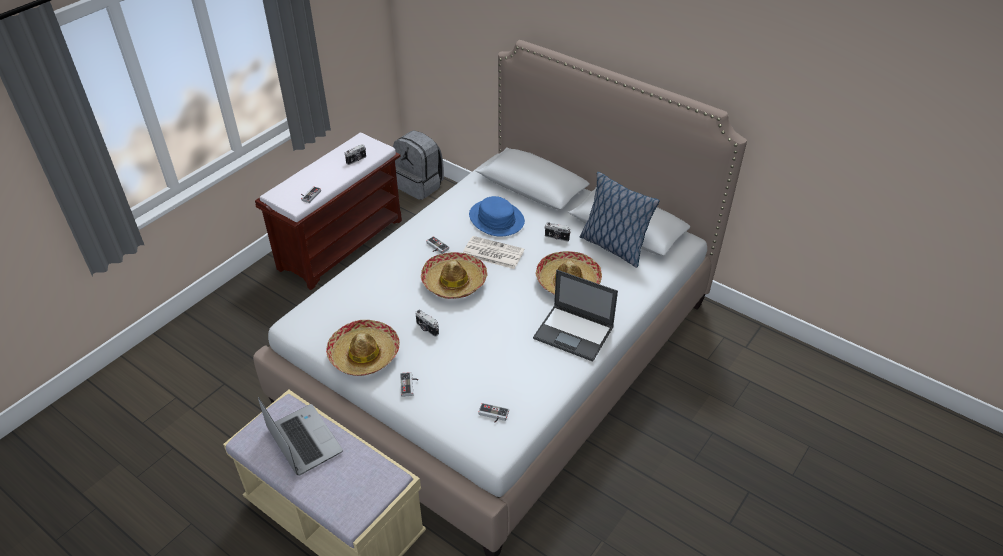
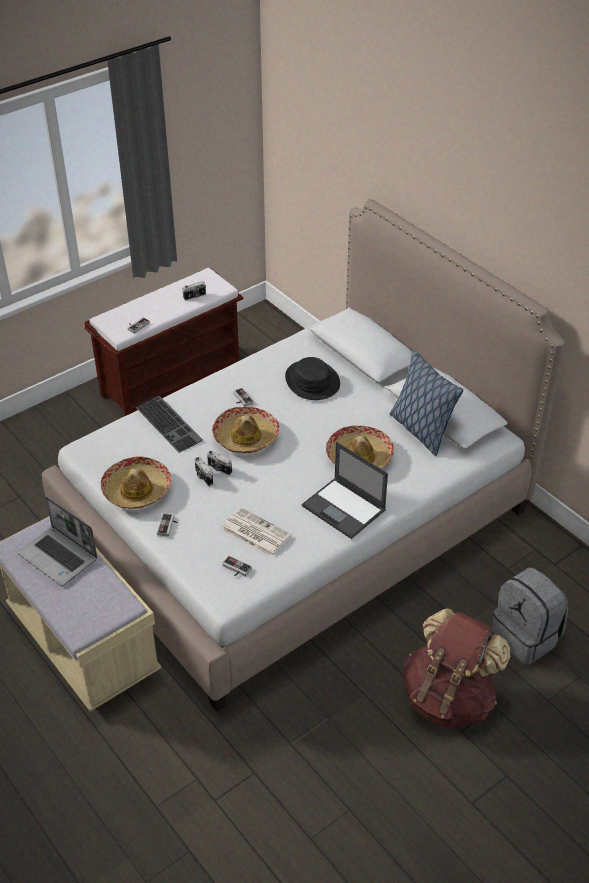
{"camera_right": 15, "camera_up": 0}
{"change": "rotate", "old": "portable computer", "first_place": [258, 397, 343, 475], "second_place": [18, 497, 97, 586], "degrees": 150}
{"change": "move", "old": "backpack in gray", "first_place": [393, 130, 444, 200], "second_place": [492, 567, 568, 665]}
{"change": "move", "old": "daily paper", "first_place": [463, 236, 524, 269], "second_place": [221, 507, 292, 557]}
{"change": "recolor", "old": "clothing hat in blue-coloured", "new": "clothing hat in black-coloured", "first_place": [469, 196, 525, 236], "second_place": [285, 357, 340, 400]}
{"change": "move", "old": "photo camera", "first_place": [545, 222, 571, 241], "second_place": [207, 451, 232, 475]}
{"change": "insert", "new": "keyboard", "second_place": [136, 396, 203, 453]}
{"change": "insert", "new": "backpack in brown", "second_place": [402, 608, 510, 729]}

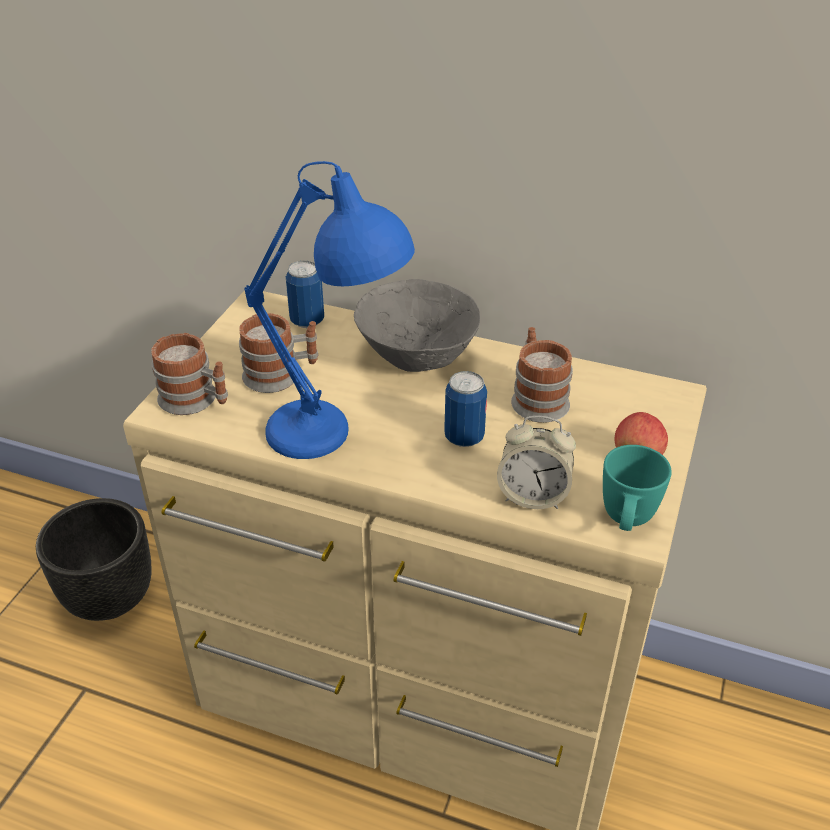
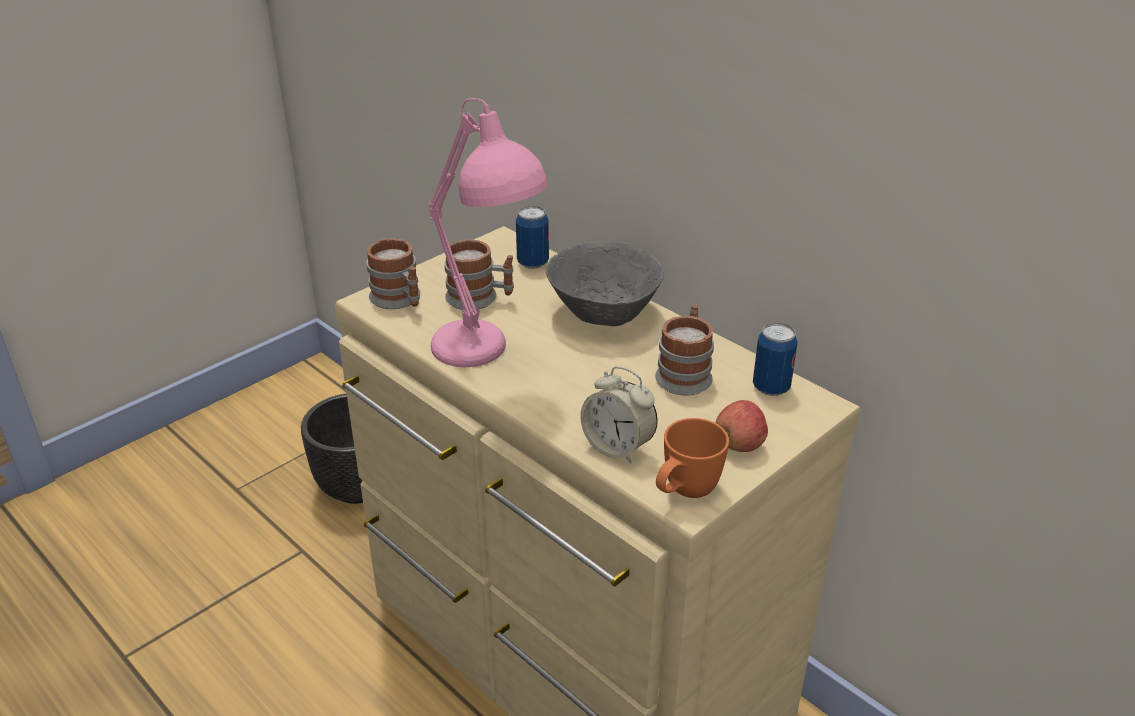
{"camera_right": 25, "camera_up": -5}
{"change": "recolor", "old": "lamp for a table in blue-coloured", "new": "lamp for a table in pink-coloured", "first_place": [244, 161, 415, 459], "second_place": [428, 98, 548, 367]}
{"change": "move", "old": "sealed can", "first_place": [444, 371, 487, 447], "second_place": [753, 323, 798, 396]}
{"change": "recolor", "old": "mug in turquoise-coloured", "new": "mug in orangey", "first_place": [603, 445, 672, 531], "second_place": [656, 418, 729, 498]}

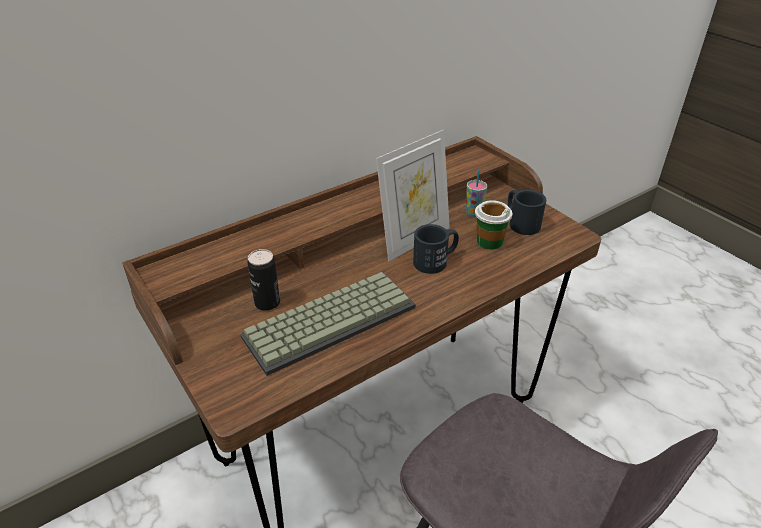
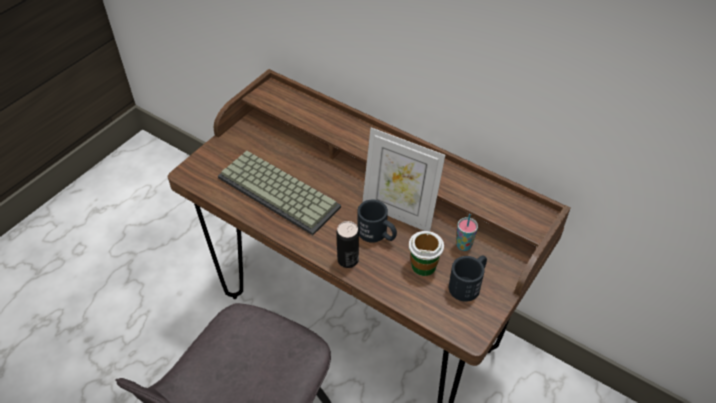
{"camera_right": 70, "camera_up": 10}
{"change": "move", "old": "sealed can", "first_place": [247, 249, 280, 311], "second_place": [336, 221, 359, 268]}

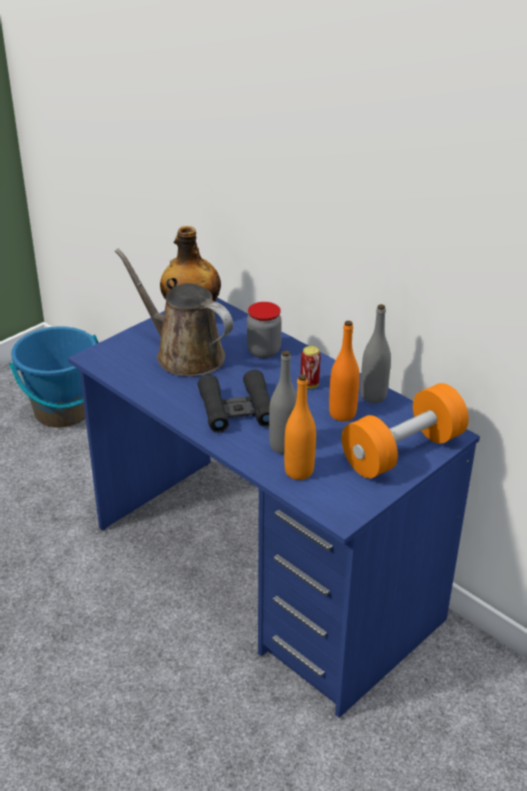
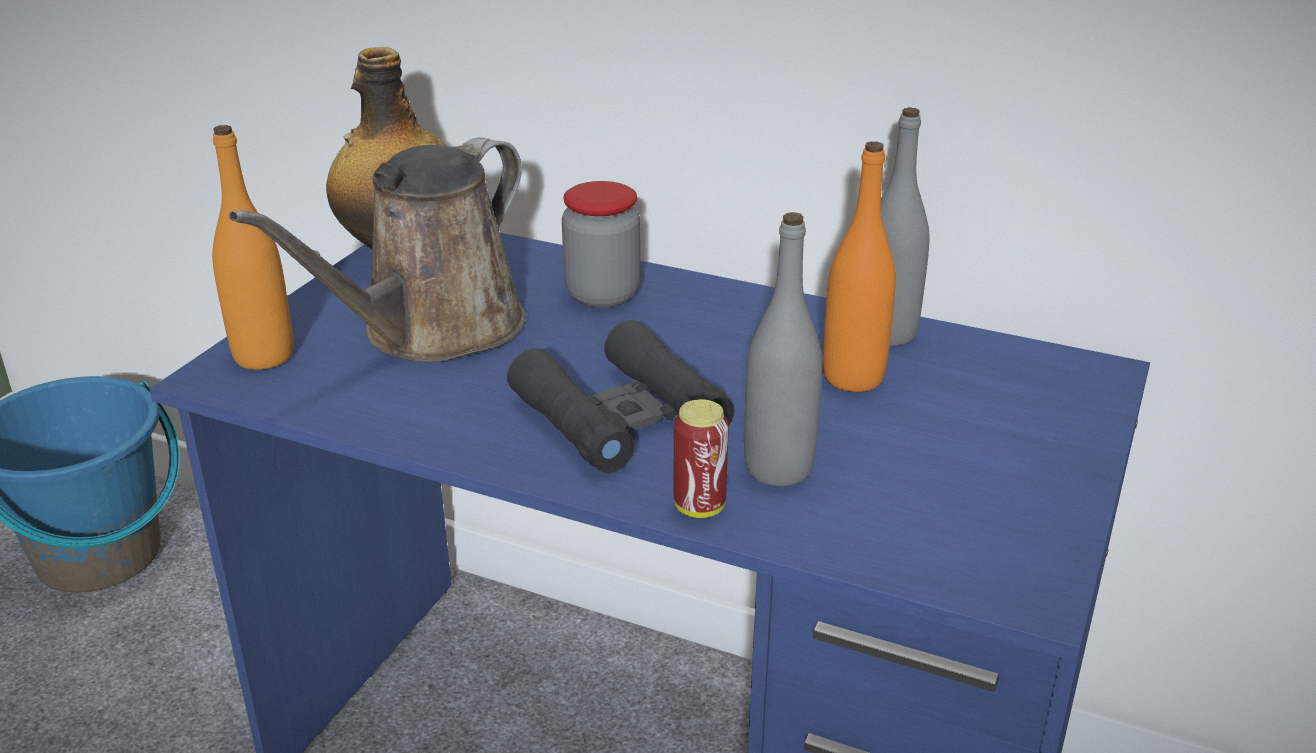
{"camera_right": -20, "camera_up": -5}
{"change": "rotate", "old": "watering pot in brown", "first_place": [115, 248, 233, 377], "second_place": [229, 138, 525, 362], "degrees": -75}
{"change": "move", "old": "beverage bottle in orangey", "first_place": [284, 374, 316, 480], "second_place": [212, 125, 293, 370]}
{"change": "move", "old": "sealed can", "first_place": [300, 346, 321, 389], "second_place": [673, 399, 729, 518]}
{"change": "delete", "old": "free weight in orangey", "first_place": [342, 383, 469, 478]}

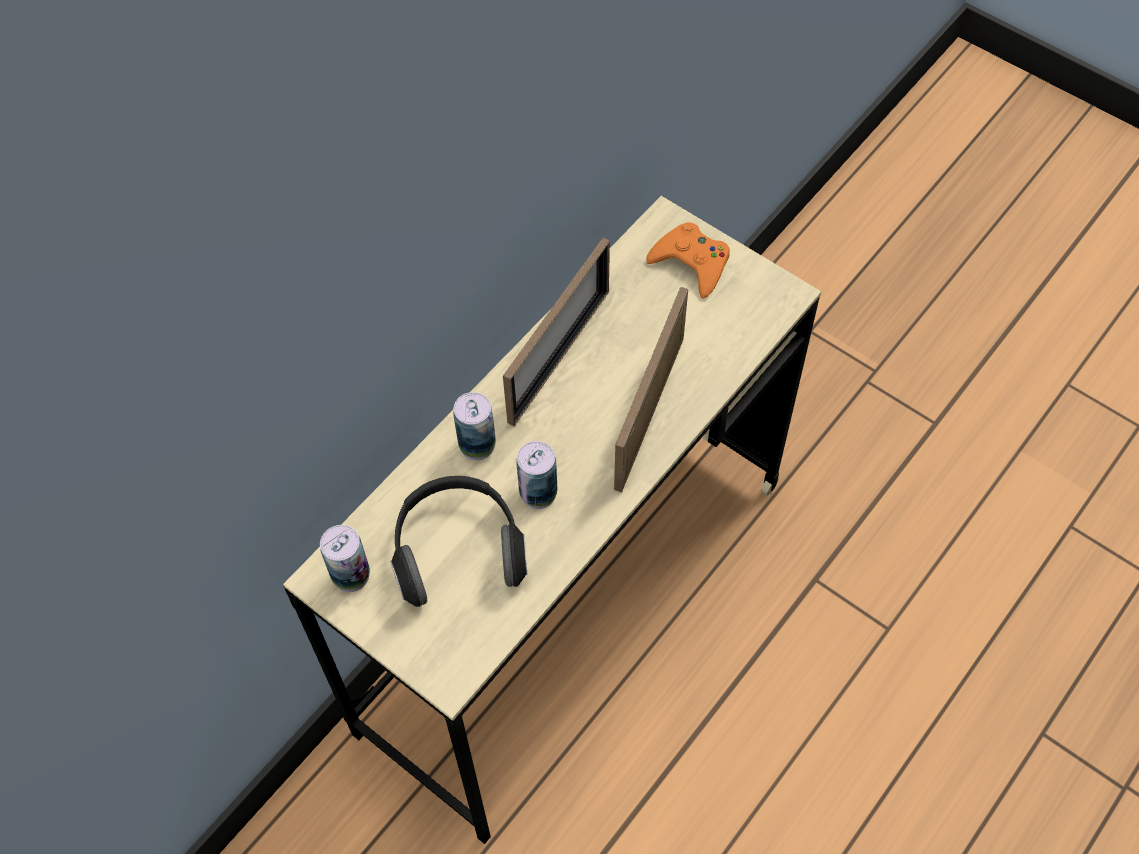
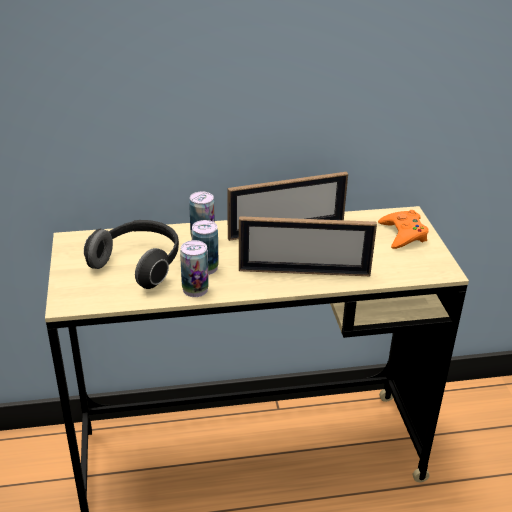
{"camera_right": 40, "camera_up": -25}
{"change": "move", "old": "sealed can", "first_place": [320, 525, 370, 592], "second_place": [180, 240, 209, 297]}
{"change": "rotate", "old": "standing frame", "first_place": [614, 287, 688, 492], "second_place": [239, 216, 377, 276], "degrees": -150}

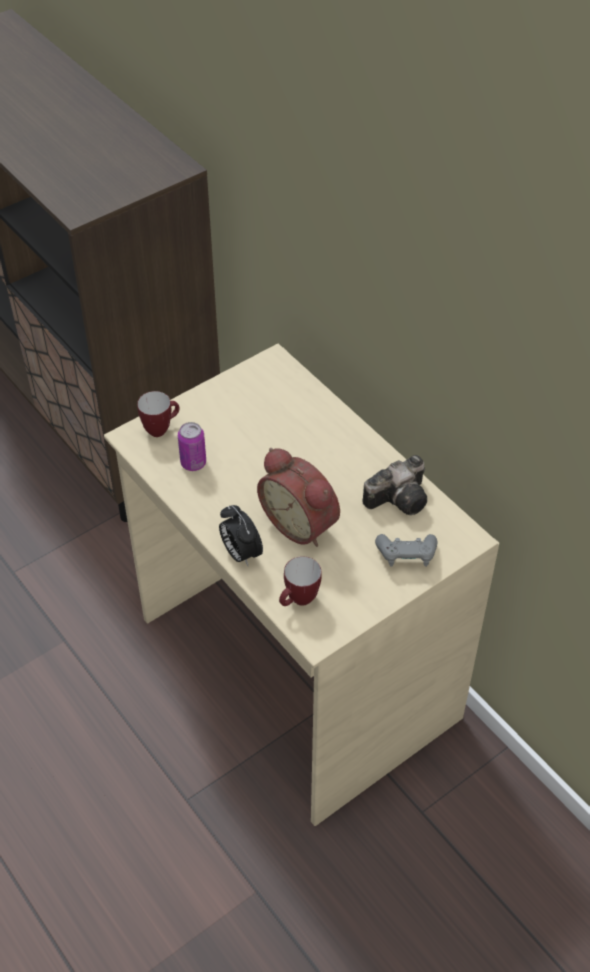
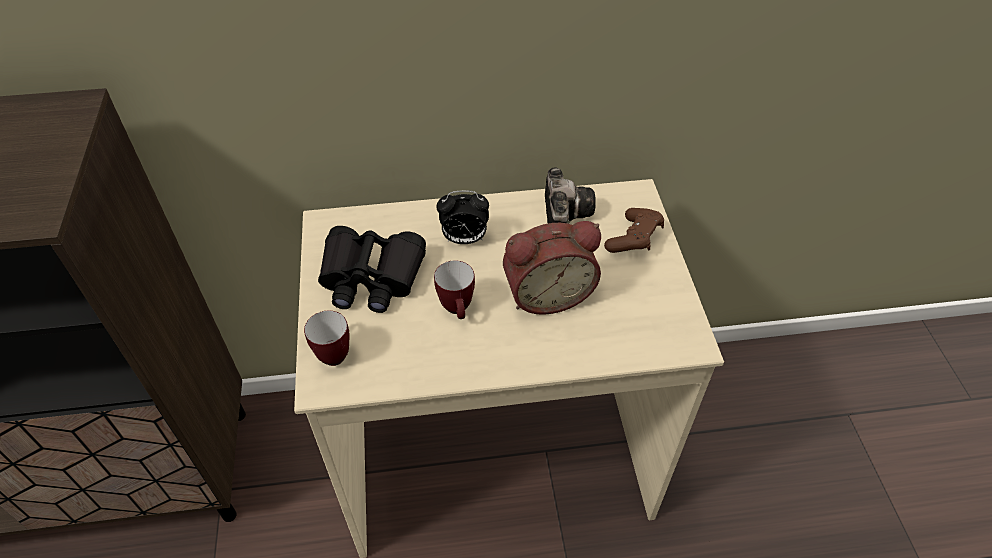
{"camera_right": -60, "camera_up": 0}
{"change": "delete", "old": "sealed can", "first_place": [178, 422, 206, 471]}
{"change": "move", "old": "table clock", "first_place": [219, 505, 263, 566], "second_place": [437, 190, 489, 244]}
{"change": "move", "old": "mug", "first_place": [279, 556, 322, 606], "second_place": [434, 260, 475, 319]}
{"change": "recolor", "old": "joypad in gray", "new": "joypad in brown", "first_place": [375, 534, 437, 567], "second_place": [604, 208, 664, 253]}
{"change": "insert", "new": "binoculars in black-coloured", "second_place": [318, 226, 426, 313]}

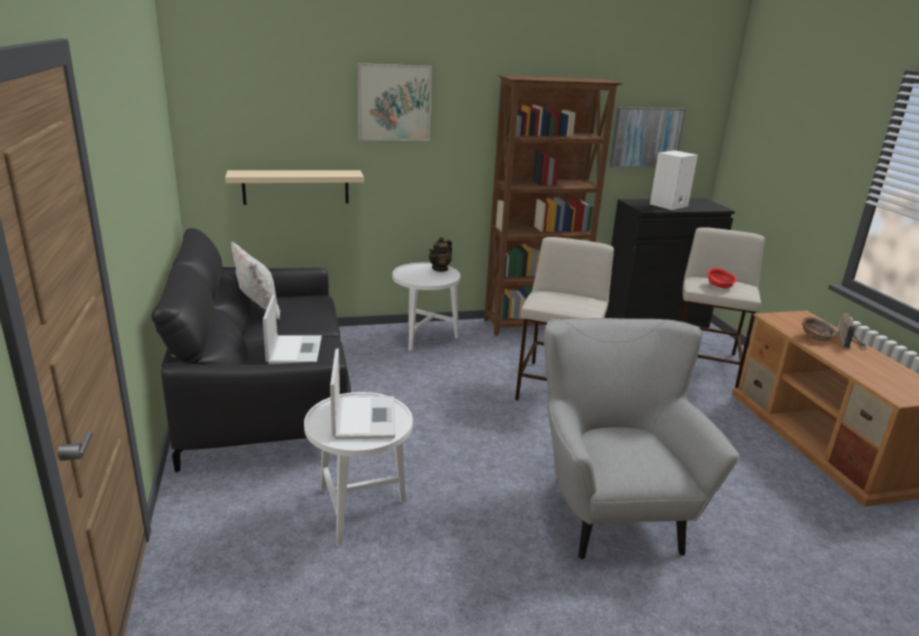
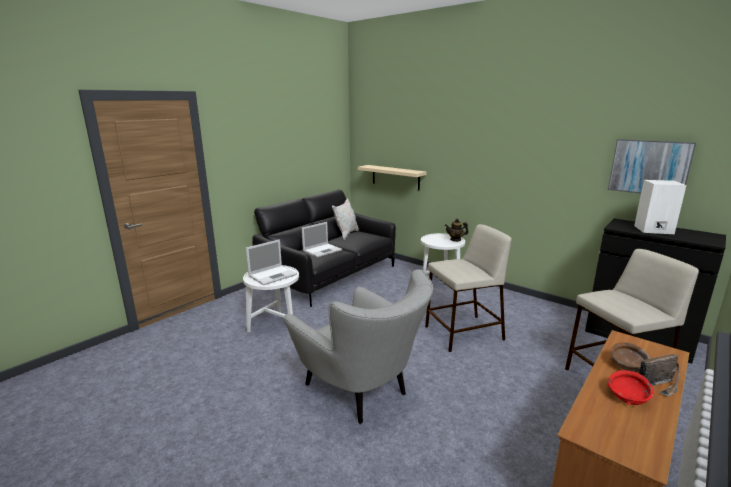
{"camera_right": 55, "camera_up": -5}
{"change": "delete", "old": "wall art", "first_place": [358, 63, 432, 141]}
{"change": "delete", "old": "shelving unit in brown", "first_place": [484, 75, 622, 336]}
{"change": "rotate", "old": "armchair in gray", "first_place": [543, 318, 740, 560], "second_place": [284, 269, 433, 424], "degrees": 90}
{"change": "move", "old": "serving bowl in red", "first_place": [707, 268, 737, 289], "second_place": [608, 370, 654, 405]}

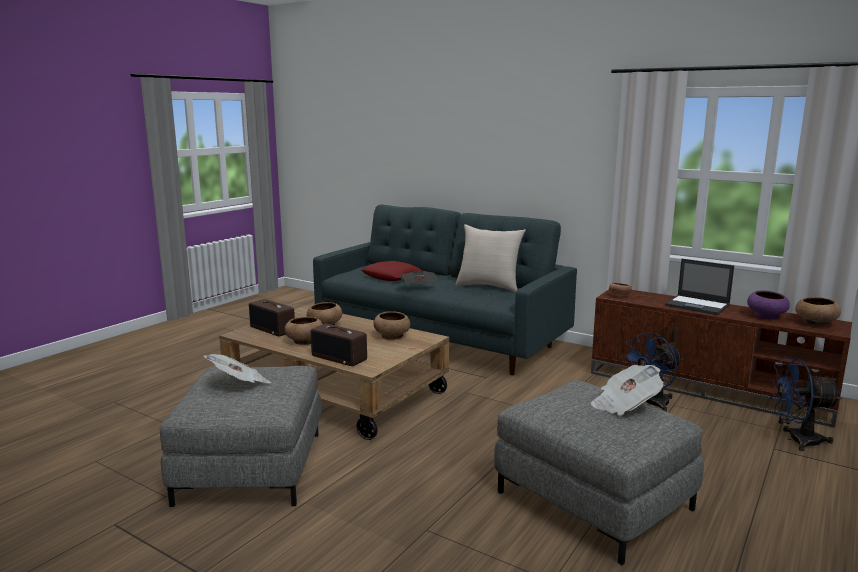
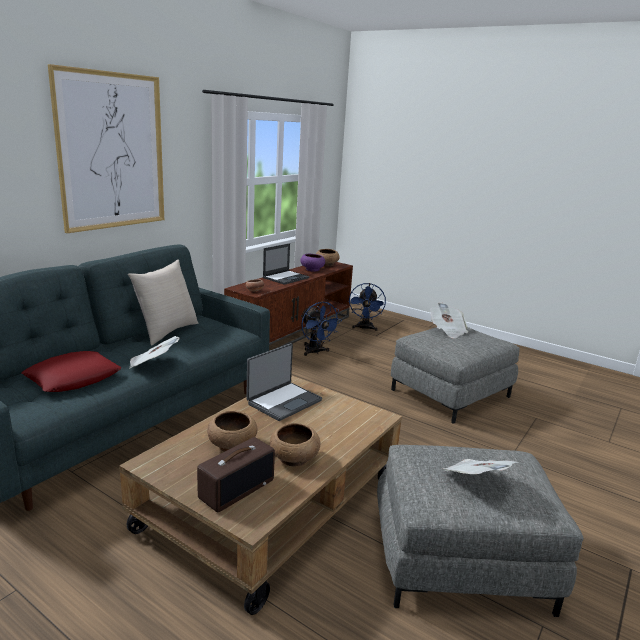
{"camera_right": -90, "camera_up": 5}
{"change": "delete", "old": "radio receiver", "first_place": [311, 324, 367, 366]}
{"change": "replace", "old": "serving bowl in brown", "new": "portable computer", "first_place": [373, 311, 410, 340], "second_place": [246, 343, 322, 421]}
{"change": "insert", "new": "wall art", "second_place": [48, 64, 164, 233]}

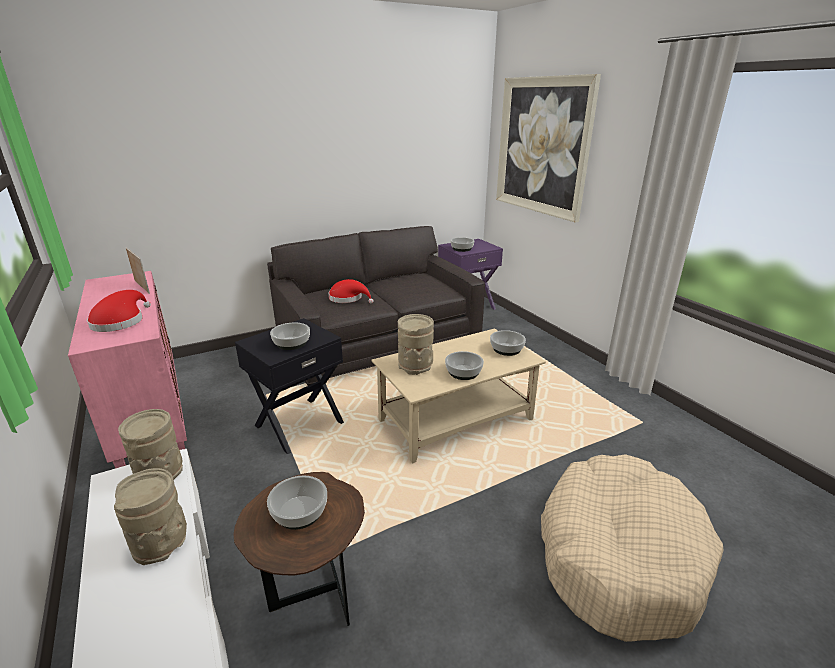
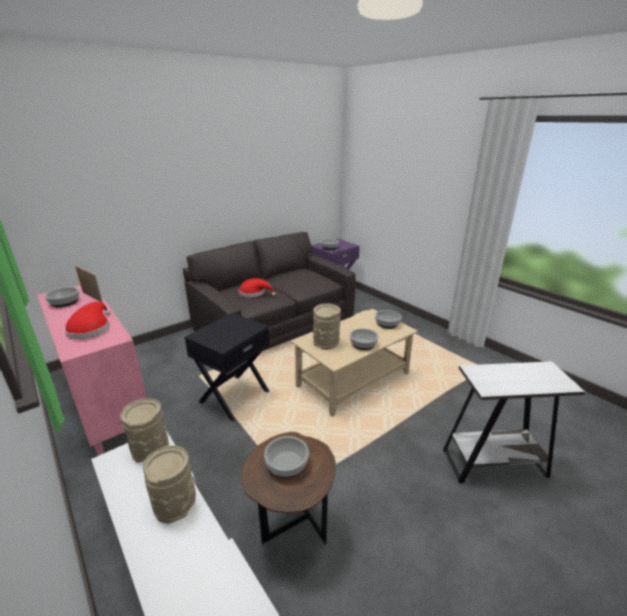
{"camera_right": -10, "camera_up": 0}
{"change": "move", "old": "serving bowl", "first_place": [270, 323, 310, 350], "second_place": [44, 287, 79, 308]}
{"change": "delete", "old": "wall art", "first_place": [496, 74, 601, 222]}
{"change": "replace", "old": "dog bed in sand-coloured", "new": "end table in whitish", "first_place": [541, 454, 723, 642], "second_place": [443, 361, 585, 483]}

